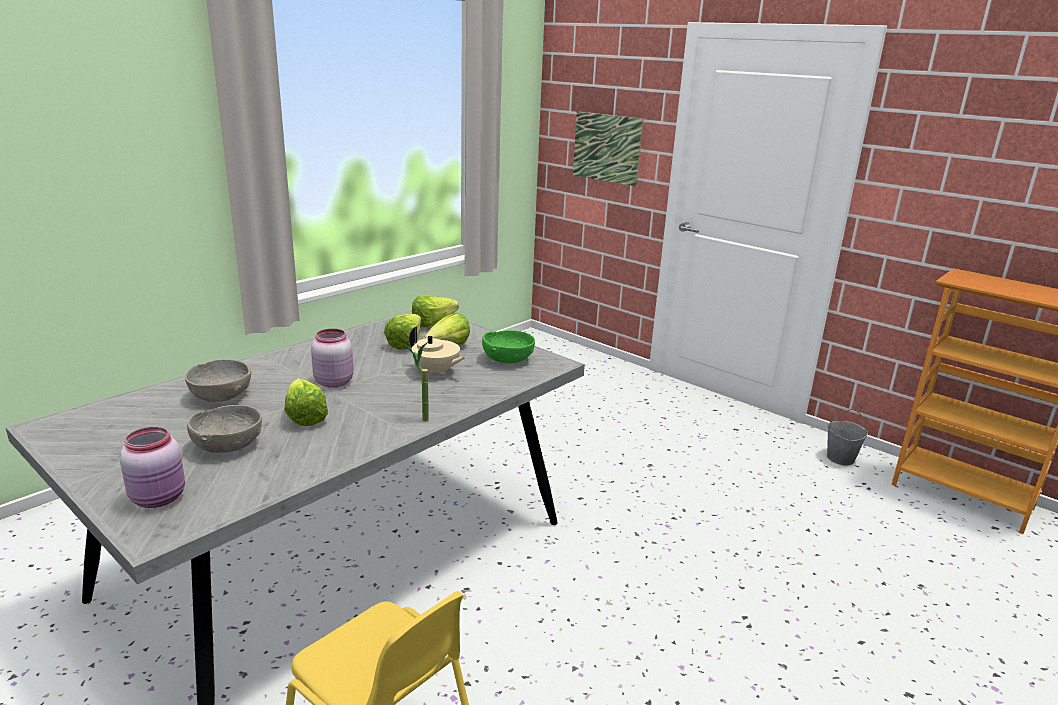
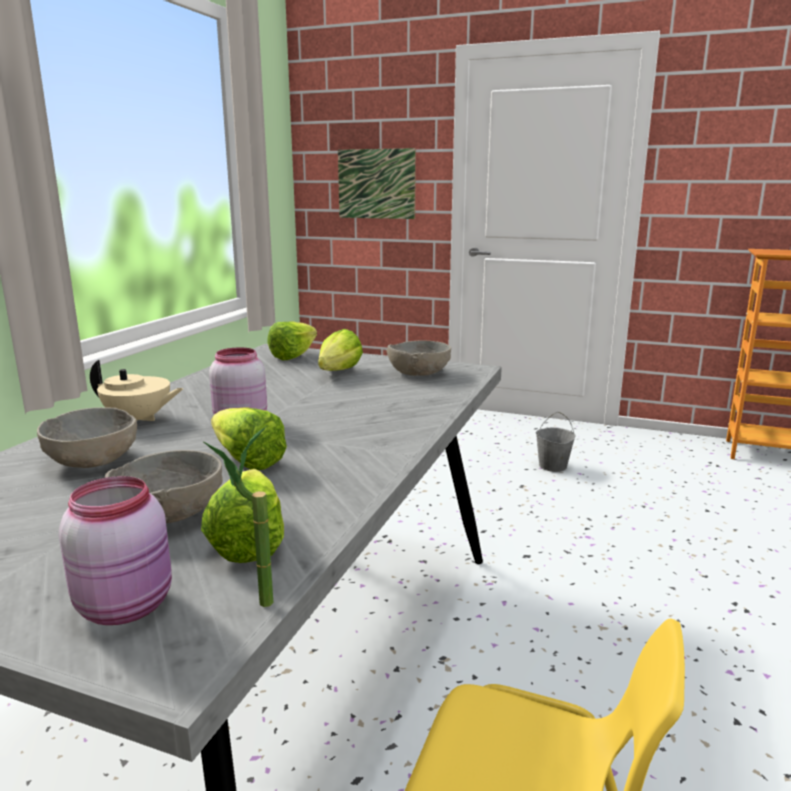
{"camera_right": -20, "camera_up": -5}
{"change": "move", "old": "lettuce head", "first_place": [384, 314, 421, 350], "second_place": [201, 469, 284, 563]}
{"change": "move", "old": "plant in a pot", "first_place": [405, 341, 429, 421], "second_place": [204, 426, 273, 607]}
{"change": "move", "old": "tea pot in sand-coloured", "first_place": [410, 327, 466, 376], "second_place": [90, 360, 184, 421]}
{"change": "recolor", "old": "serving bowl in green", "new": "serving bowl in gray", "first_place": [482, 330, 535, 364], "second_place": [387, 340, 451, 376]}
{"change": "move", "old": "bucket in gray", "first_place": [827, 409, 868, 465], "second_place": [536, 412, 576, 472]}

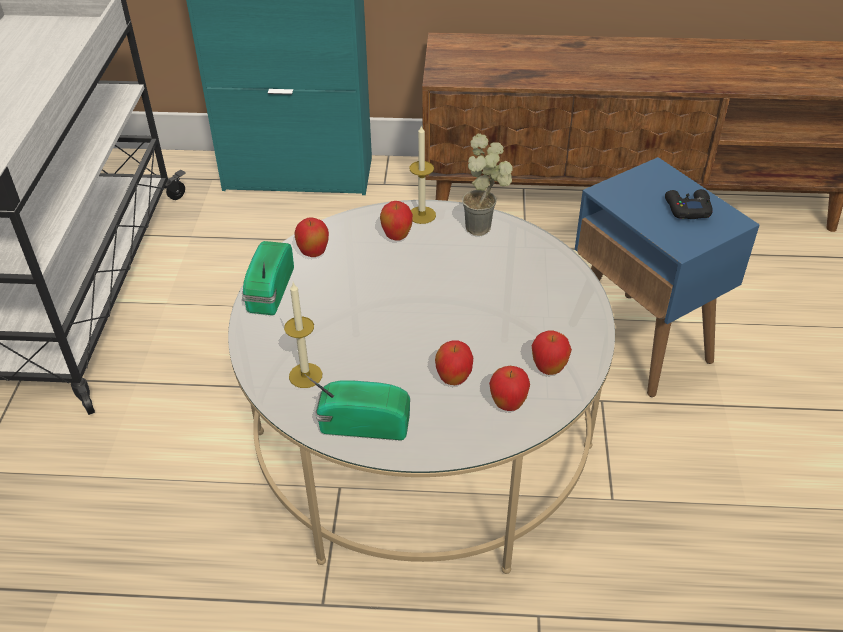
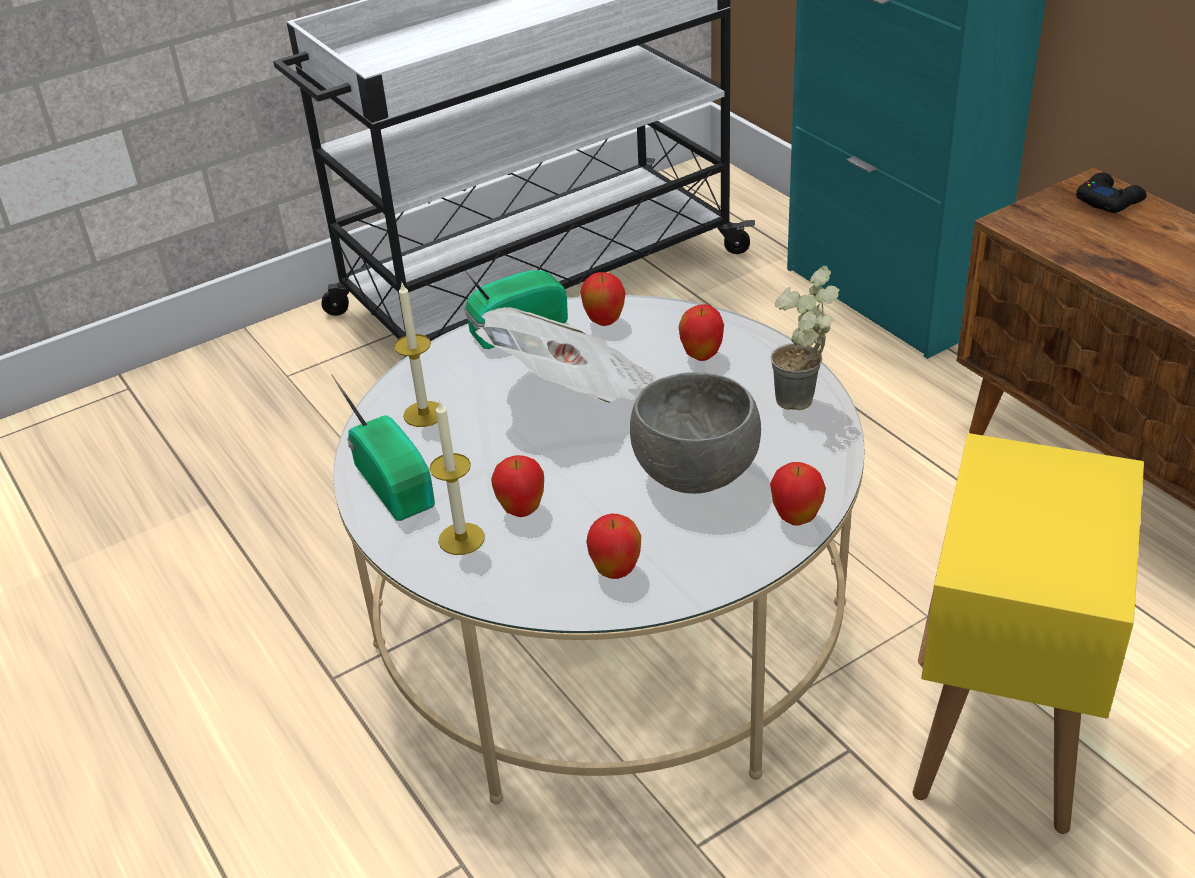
{"camera_right": 55, "camera_up": -5}
{"change": "move", "old": "wax candle", "first_place": [409, 125, 436, 224], "second_place": [429, 400, 485, 555]}
{"change": "move", "old": "whole apple", "first_place": [489, 366, 530, 411], "second_place": [770, 462, 826, 526]}
{"change": "recolor", "old": "end table in blue-coloured", "new": "end table in yellow-coloured", "first_place": [575, 157, 759, 397], "second_place": [913, 433, 1144, 834]}
{"change": "move", "old": "joypad in black-coloured", "first_place": [665, 189, 713, 219], "second_place": [1076, 172, 1147, 213]}
{"change": "insert", "new": "daily paper", "second_place": [475, 307, 660, 403]}
{"change": "insert", "new": "serving bowl in gray", "second_place": [630, 372, 761, 494]}

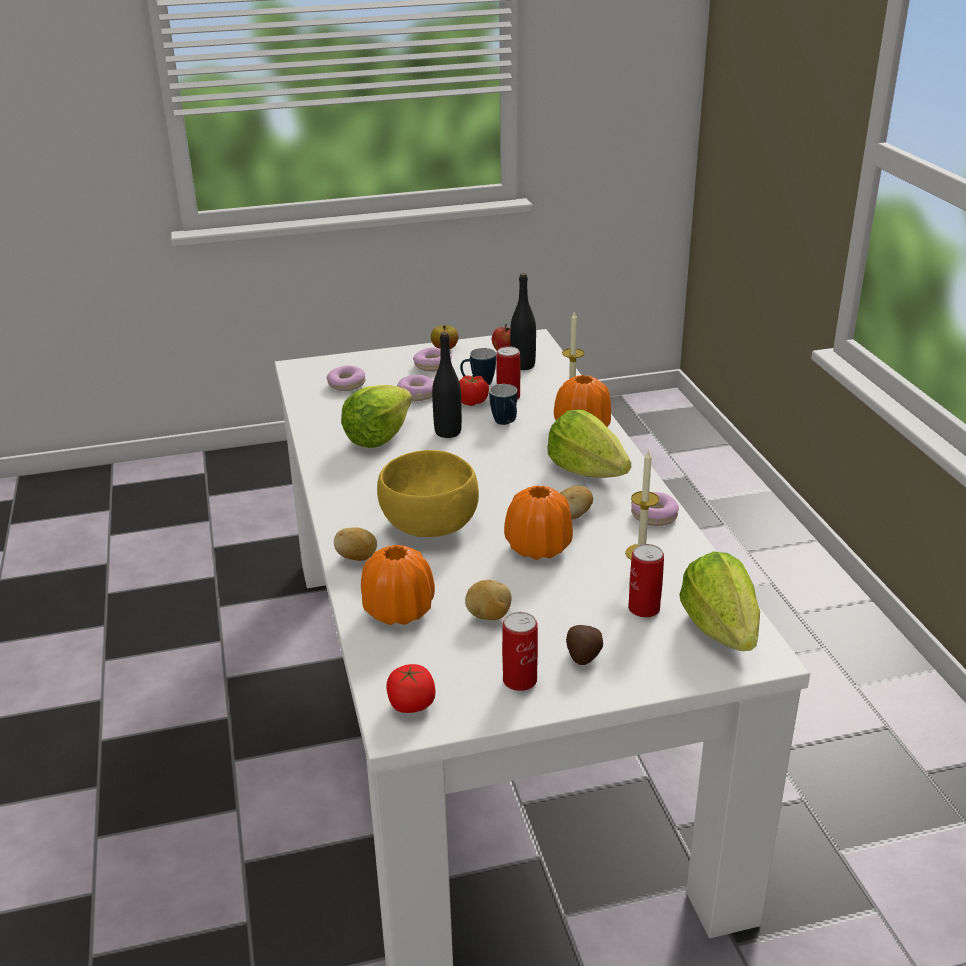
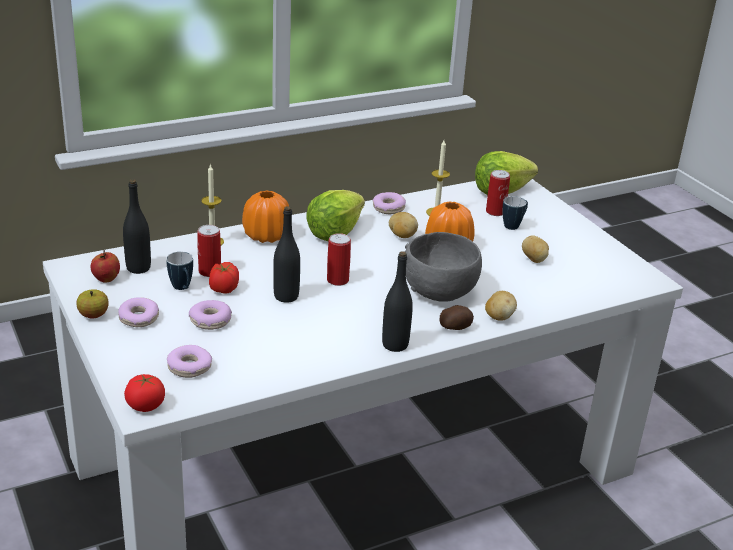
{"camera_right": -105, "camera_up": 0}
{"change": "delete", "old": "lettuce head", "first_place": [341, 385, 412, 448]}
{"change": "delete", "old": "decorative vase in orangey", "first_place": [361, 545, 435, 625]}
{"change": "recolor", "old": "serving bowl in yellow-coloured", "new": "serving bowl in gray", "first_place": [377, 450, 479, 537], "second_place": [405, 232, 482, 302]}
{"change": "move", "old": "whole tomato", "first_place": [386, 664, 436, 713], "second_place": [124, 374, 165, 412]}
{"change": "move", "old": "mug", "first_place": [489, 384, 517, 425], "second_place": [503, 196, 528, 230]}
{"change": "move", "old": "sealed can", "first_place": [502, 612, 538, 691], "second_place": [327, 233, 351, 286]}
{"change": "move", "old": "spud", "first_place": [566, 625, 603, 665], "second_place": [439, 305, 474, 330]}
{"change": "insert", "new": "beverage bottle in black-coloured", "second_place": [382, 251, 413, 352]}

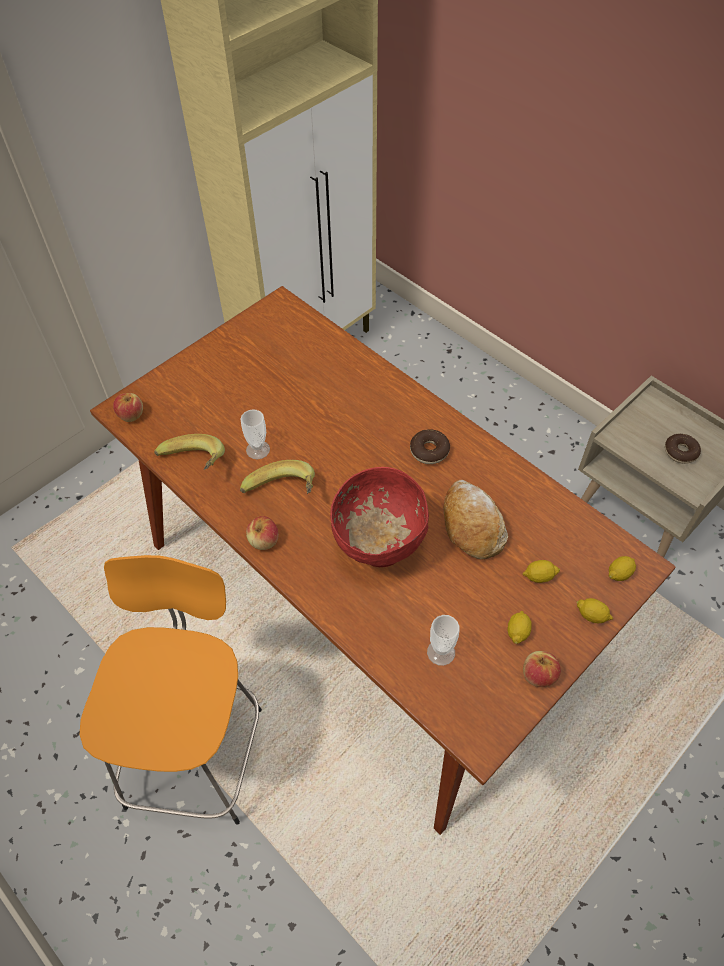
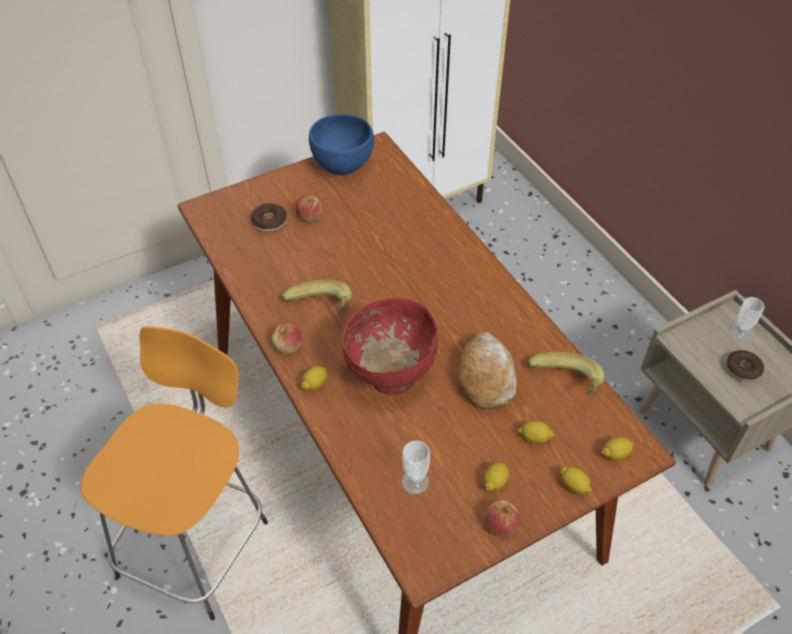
{"camera_right": 15, "camera_up": -5}
{"change": "move", "old": "whole apple", "first_place": [113, 393, 143, 422], "second_place": [295, 195, 322, 222]}
{"change": "move", "old": "whole banana", "first_place": [154, 434, 225, 470], "second_place": [527, 352, 605, 395]}
{"change": "move", "old": "drinking cup", "first_place": [241, 409, 270, 459], "second_place": [730, 297, 765, 341]}
{"change": "move", "old": "doughnut", "first_place": [410, 429, 450, 464], "second_place": [251, 203, 287, 232]}
{"change": "insert", "new": "citrus fruit", "second_place": [301, 366, 327, 391]}
{"change": "insert", "new": "serving bowl in blue-coloured", "second_place": [309, 114, 374, 175]}

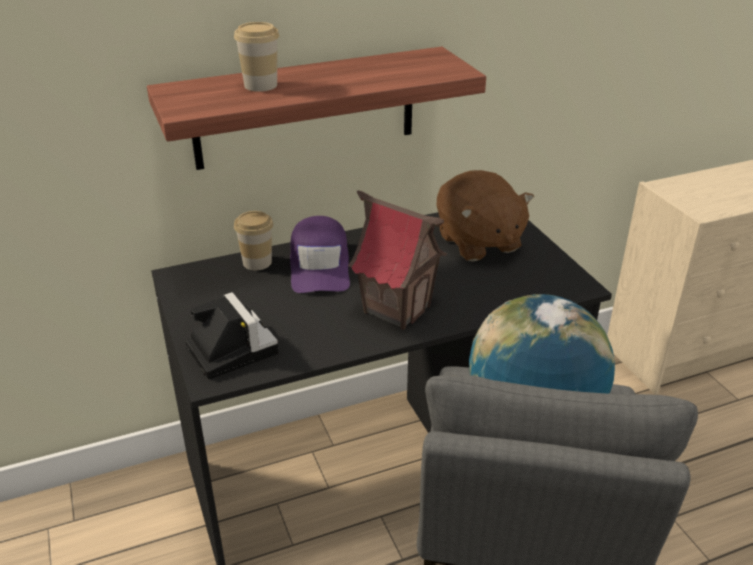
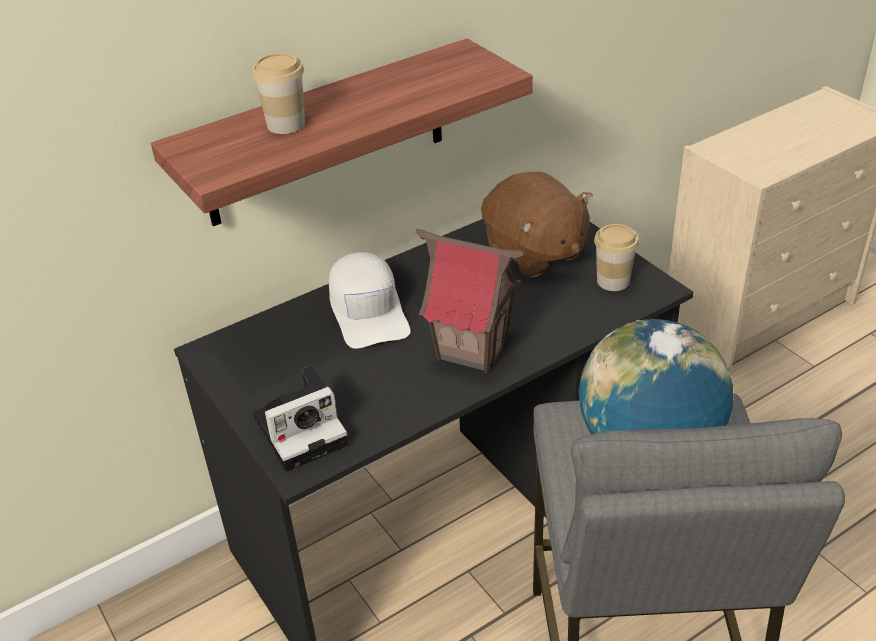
{"camera_right": -10, "camera_up": 5}
{"change": "rotate", "old": "photo camera", "first_place": [185, 292, 278, 379], "second_place": [253, 366, 348, 471], "degrees": 105}
{"change": "move", "old": "drinking cup", "first_place": [234, 211, 273, 270], "second_place": [594, 224, 639, 291]}
{"change": "recolor", "old": "baseball cap in purple", "new": "baseball cap in whitish", "first_place": [290, 216, 350, 293], "second_place": [329, 252, 410, 348]}

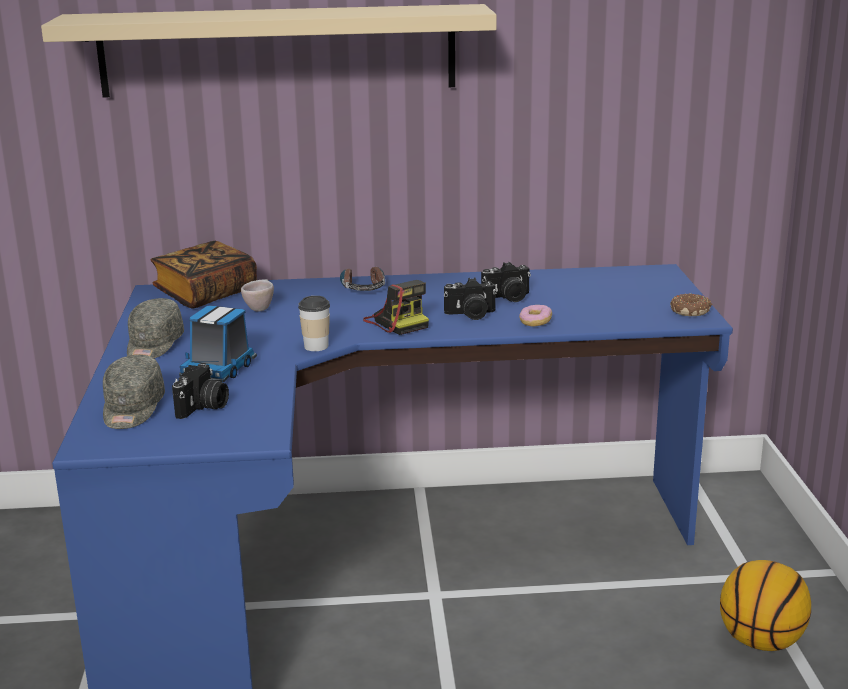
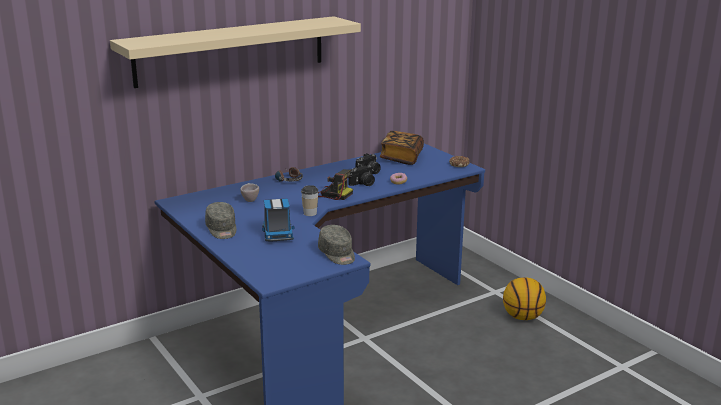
{"camera_right": -30, "camera_up": 0}
{"change": "move", "old": "baseball cap in gray", "first_place": [103, 355, 165, 429], "second_place": [318, 225, 355, 265]}
{"change": "move", "old": "volume", "first_place": [151, 241, 257, 308], "second_place": [380, 131, 424, 165]}
{"change": "delete", "old": "photo camera", "first_place": [172, 363, 229, 419]}

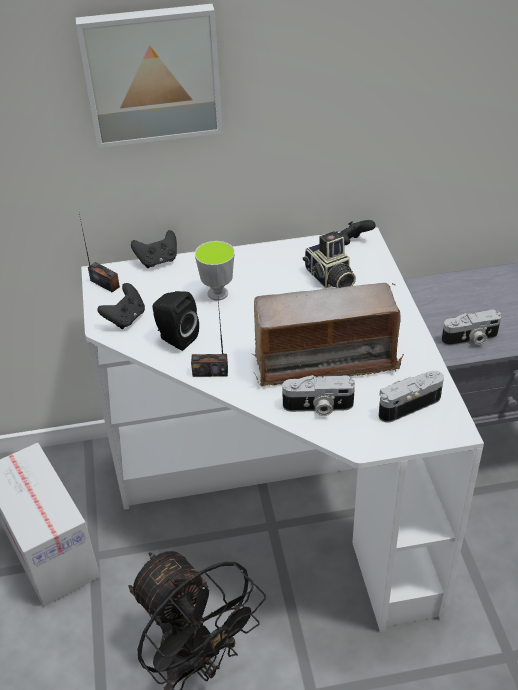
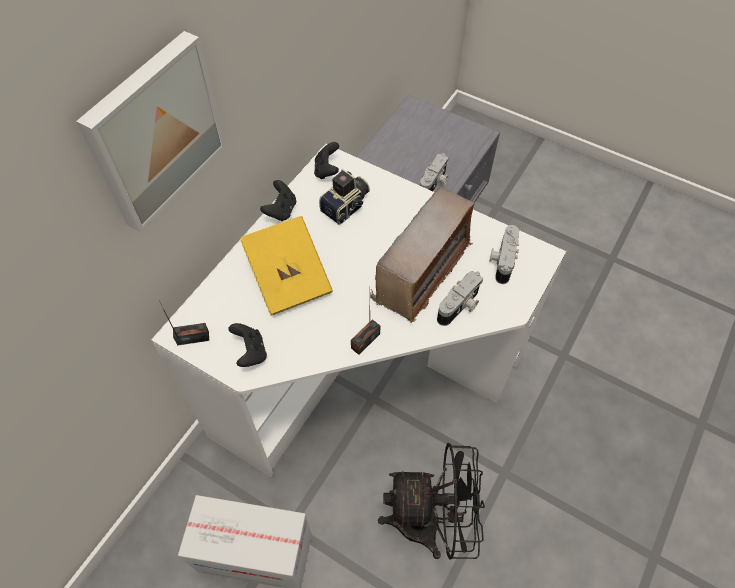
{"camera_right": -50, "camera_up": 15}
{"change": "move", "old": "joypad in black-coloured", "first_place": [131, 230, 177, 268], "second_place": [260, 180, 296, 221]}
{"change": "delete", "old": "loudspeaker in black-coloured", "first_place": [152, 291, 199, 351]}
{"change": "replace", "old": "drinking cup", "new": "volume in yellow-coloured", "first_place": [195, 241, 235, 300], "second_place": [240, 216, 333, 316]}
{"change": "rotate", "old": "photo camera", "first_place": [303, 231, 356, 288], "second_place": [319, 169, 370, 225], "degrees": -60}

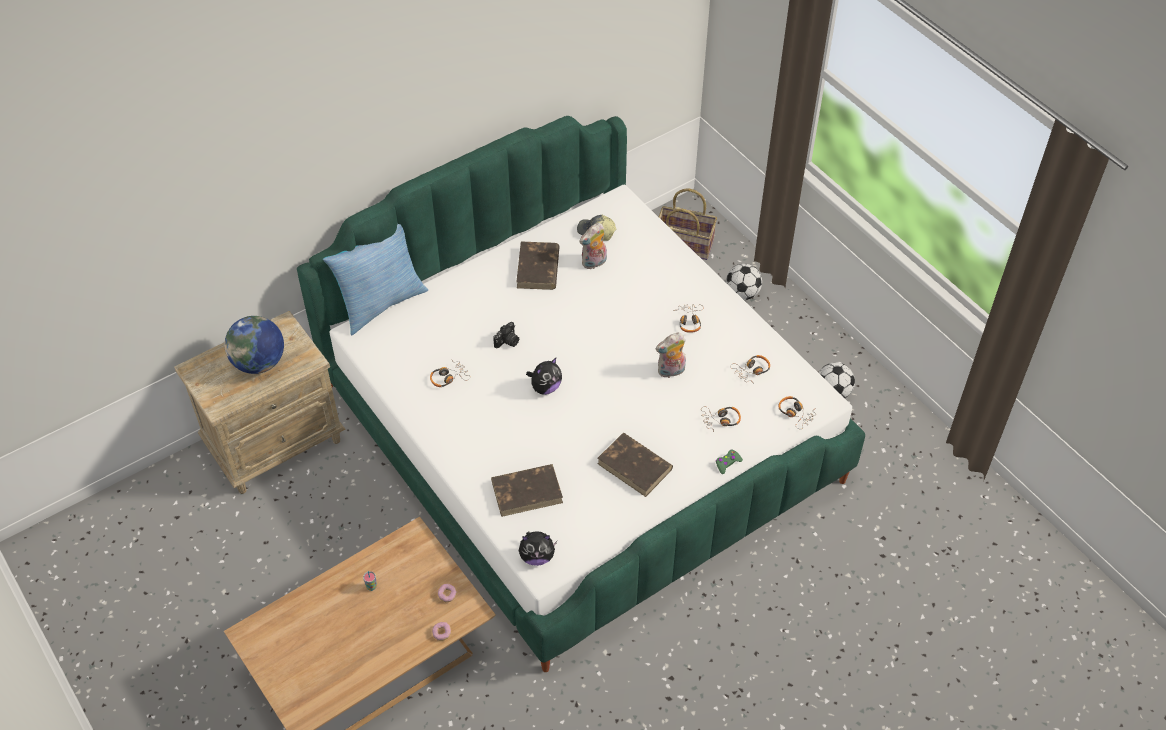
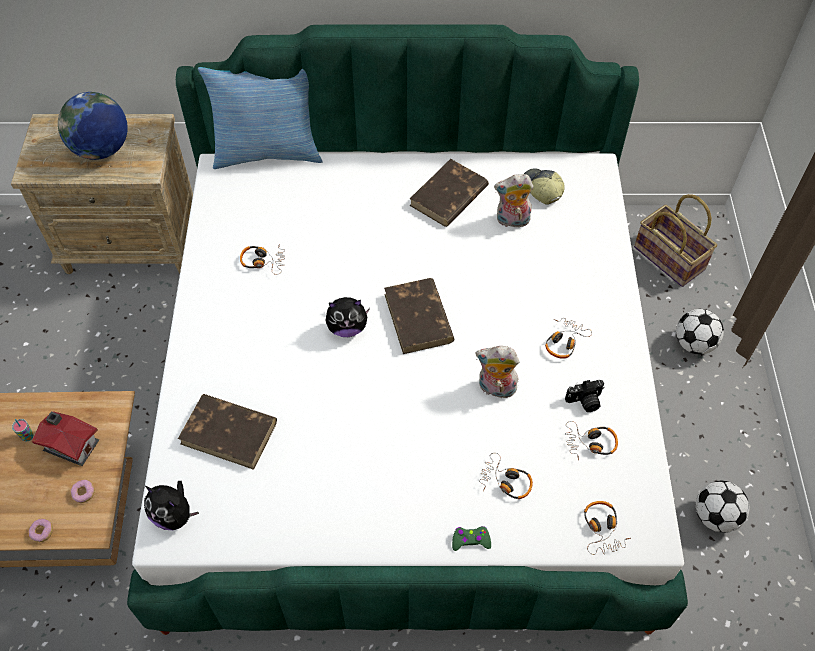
{"camera_right": 35, "camera_up": 5}
{"change": "move", "old": "photo camera", "first_place": [493, 322, 519, 348], "second_place": [565, 380, 604, 412]}
{"change": "move", "old": "volume in brown", "first_place": [597, 433, 673, 497], "second_place": [384, 278, 455, 354]}
{"change": "insert", "new": "model house", "second_place": [32, 411, 99, 466]}

